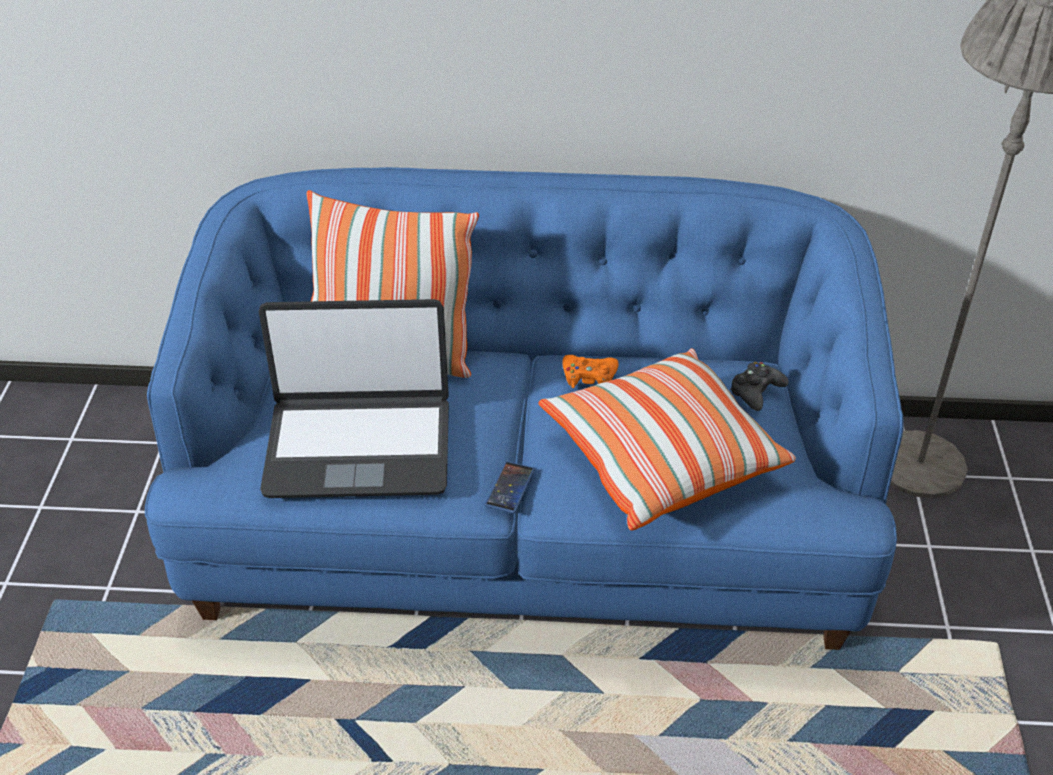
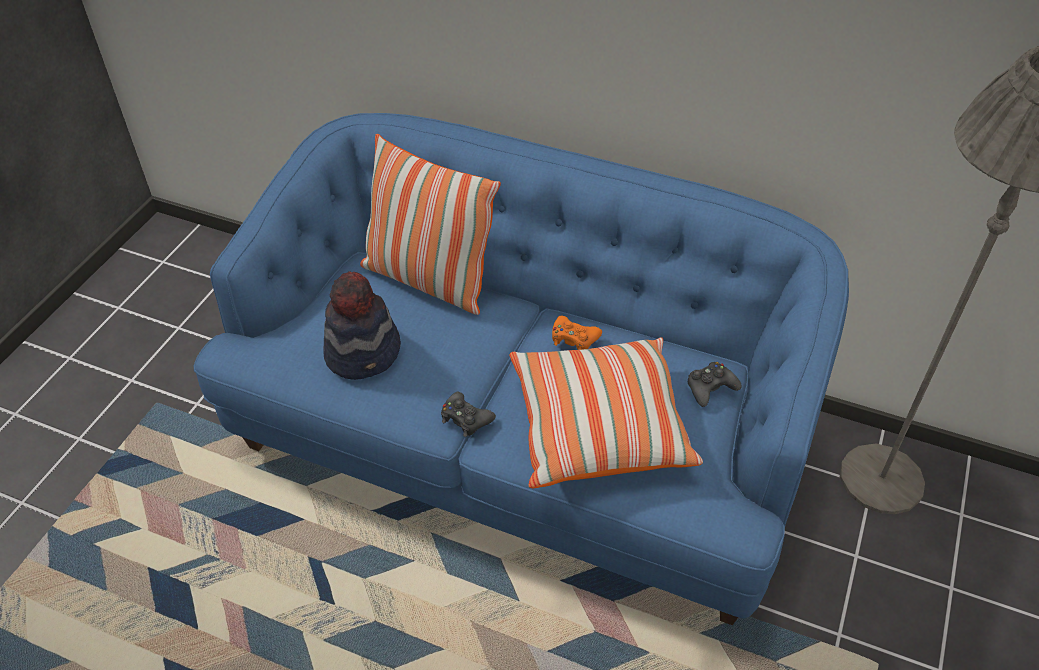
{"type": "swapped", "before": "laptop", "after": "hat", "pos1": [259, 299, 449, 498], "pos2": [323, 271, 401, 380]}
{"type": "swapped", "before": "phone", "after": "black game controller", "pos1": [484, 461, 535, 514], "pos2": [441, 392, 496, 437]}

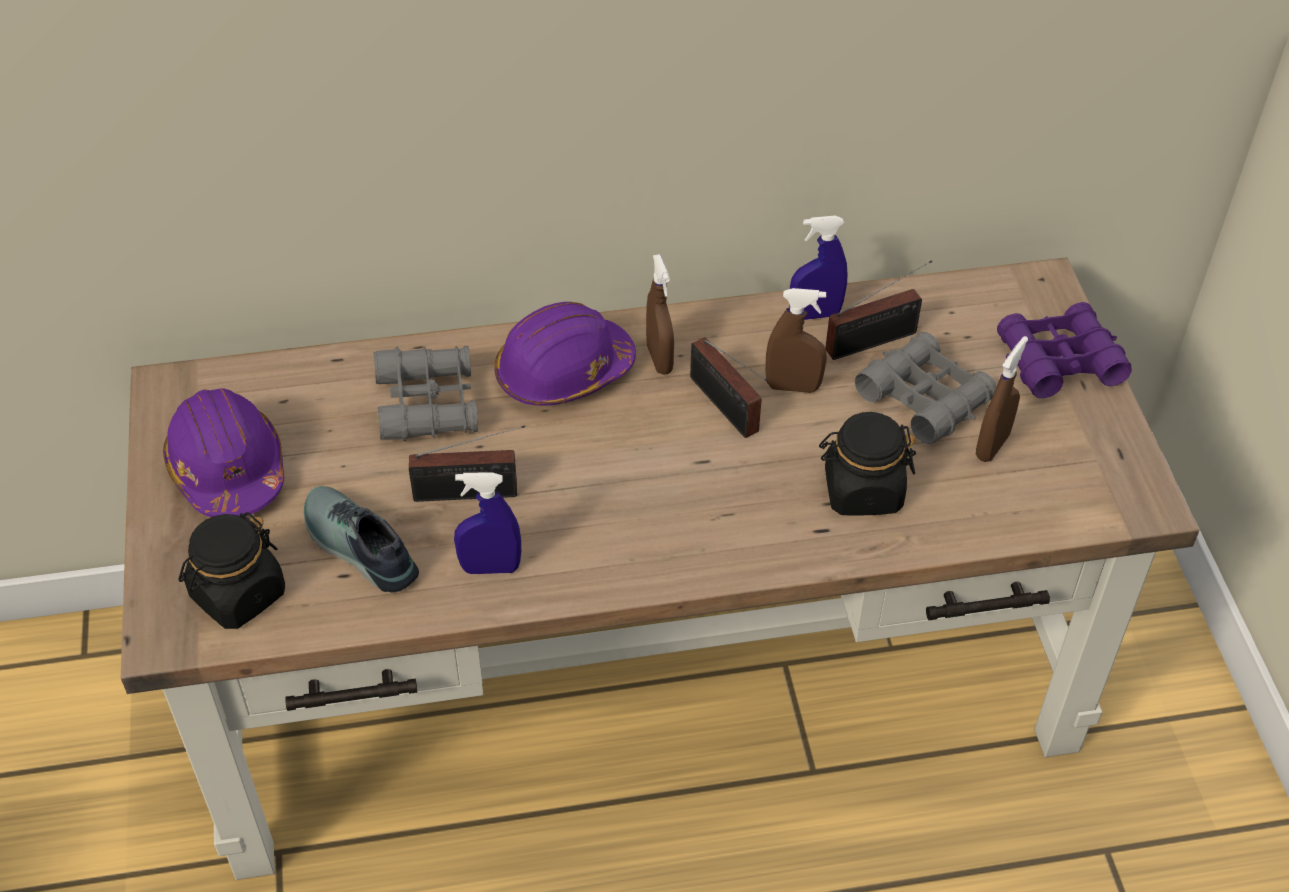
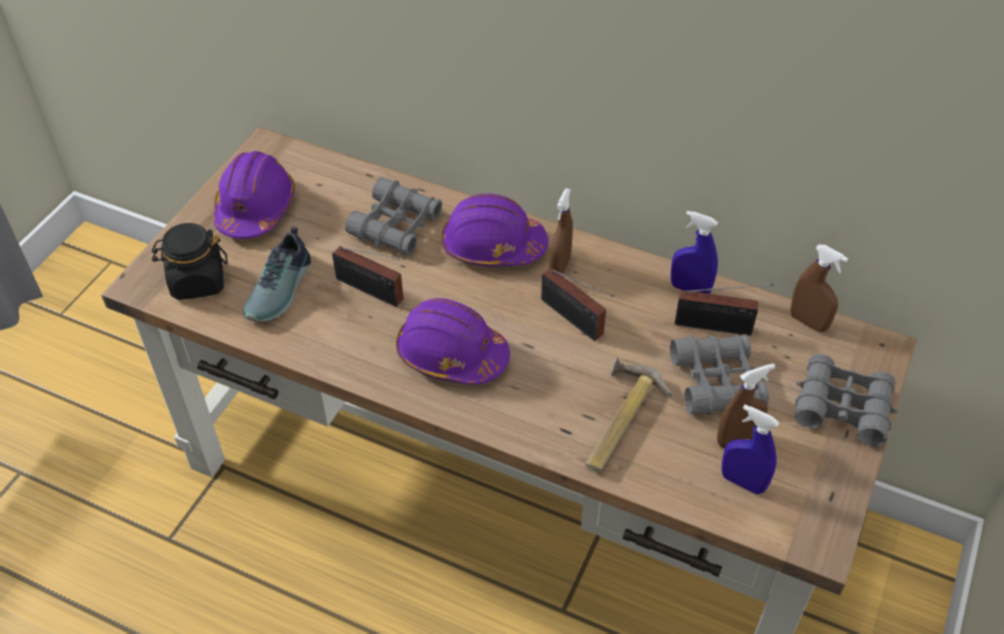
{"type": "new", "after": "purple hard hat", "pos2": [396, 298, 510, 385]}
{"type": "shifted", "before": "blue spray bottle", "pos1": [454, 472, 521, 574], "pos2": [722, 404, 780, 494]}
{"type": "shifted", "before": "brown spray bottle", "pos1": [765, 288, 827, 393], "pos2": [790, 245, 848, 332]}
{"type": "swapped", "before": "black jar", "after": "hammer", "pos1": [819, 412, 916, 516], "pos2": [585, 357, 672, 472]}
{"type": "repainted", "before": "purple binoculars", "after": "grey binoculars", "pos1": [997, 302, 1132, 398], "pos2": [795, 354, 898, 447]}
{"type": "rotated", "before": "shoe", "pos1": [304, 486, 419, 593], "pos2": [243, 226, 311, 322], "turn": -150}
{"type": "rotated", "before": "radio", "pos1": [690, 337, 768, 438], "pos2": [541, 268, 613, 341], "turn": -45}

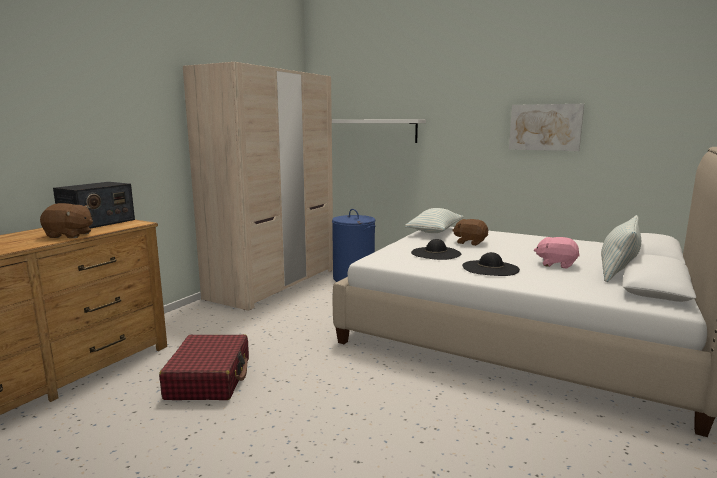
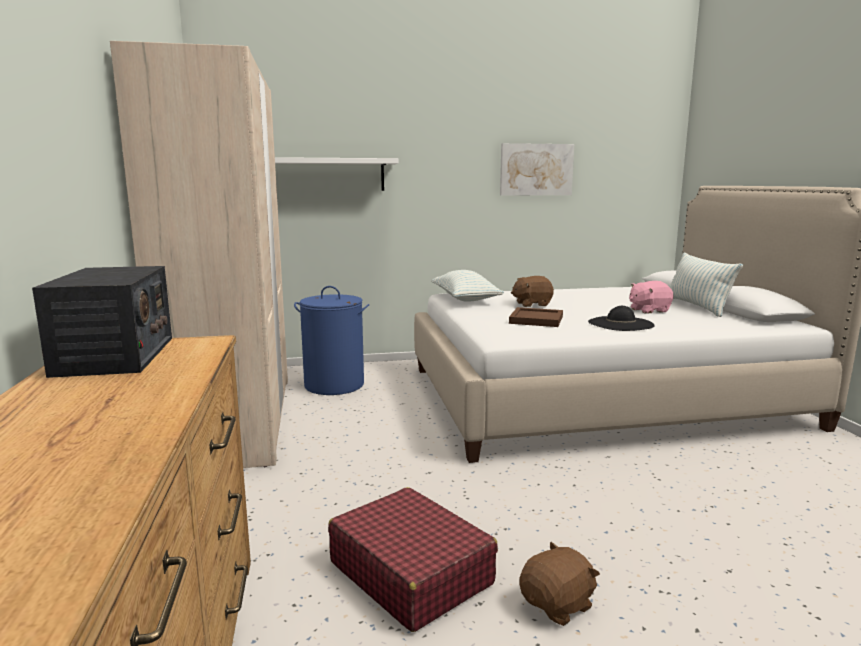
{"type": "shifted", "before": "brown plush toy", "pos1": [40, 203, 93, 238], "pos2": [519, 542, 600, 626]}
{"type": "swapped", "before": "black hat", "after": "brown tray", "pos1": [411, 239, 461, 260], "pos2": [509, 307, 563, 327]}

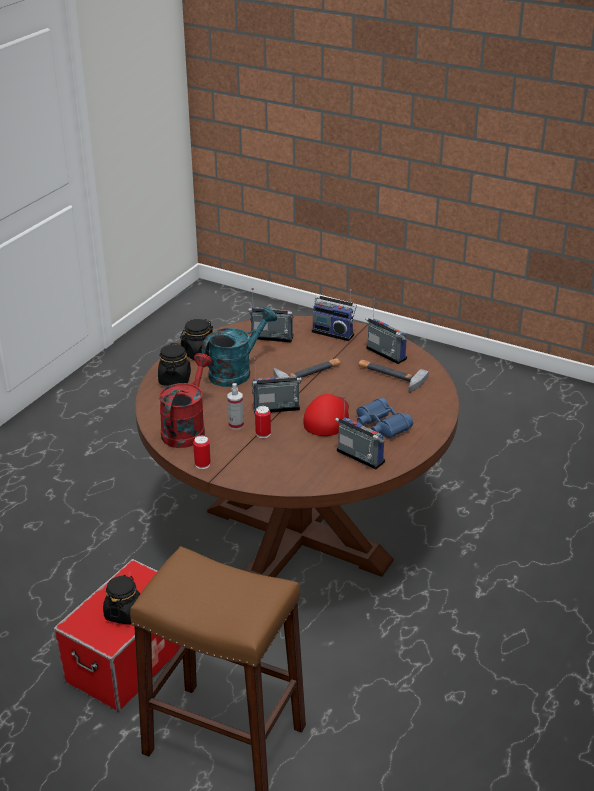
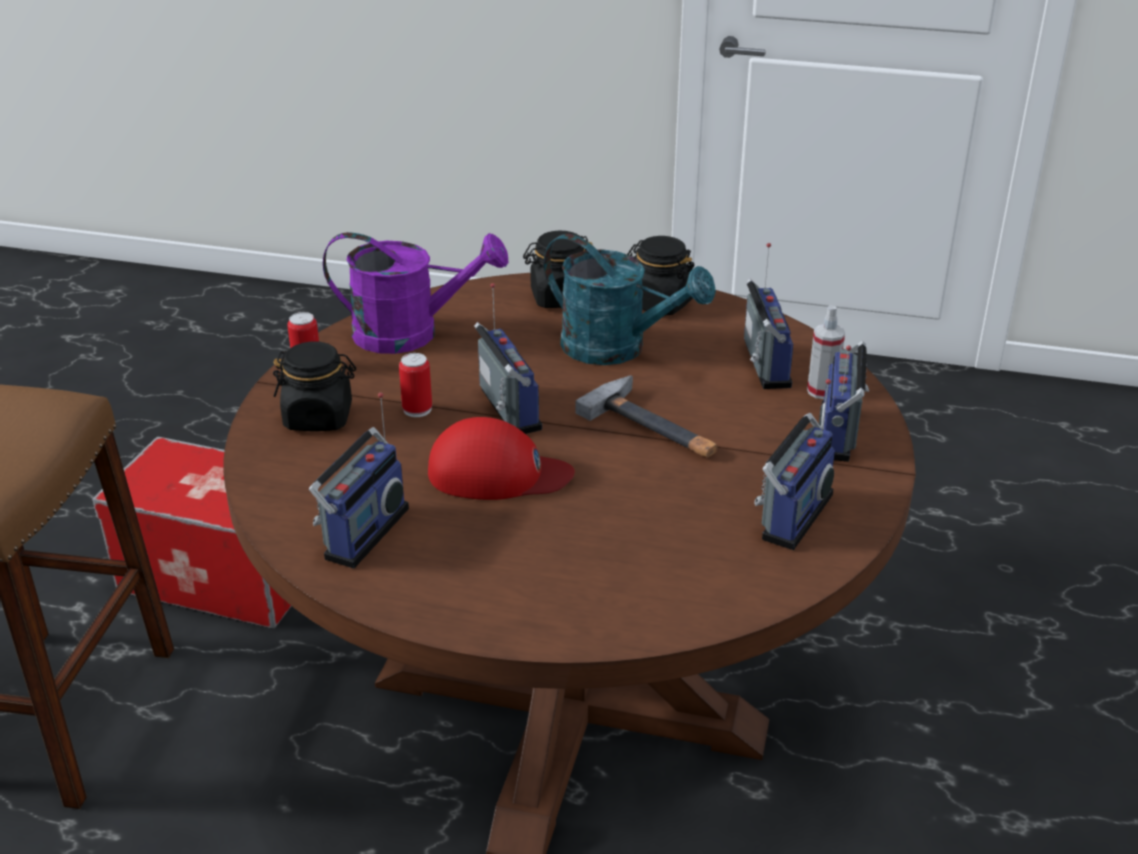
{"type": "gone", "before": "blue binoculars", "pos1": [356, 398, 413, 438]}
{"type": "gone", "before": "hammer", "pos1": [358, 360, 429, 393]}
{"type": "shifted", "before": "black jar", "pos1": [103, 575, 140, 625], "pos2": [273, 342, 356, 431]}
{"type": "shifted", "before": "spray bottle", "pos1": [227, 383, 244, 430], "pos2": [807, 305, 845, 399]}
{"type": "repainted", "before": "red watering can", "after": "purple watering can", "pos1": [159, 353, 212, 448], "pos2": [323, 232, 508, 354]}

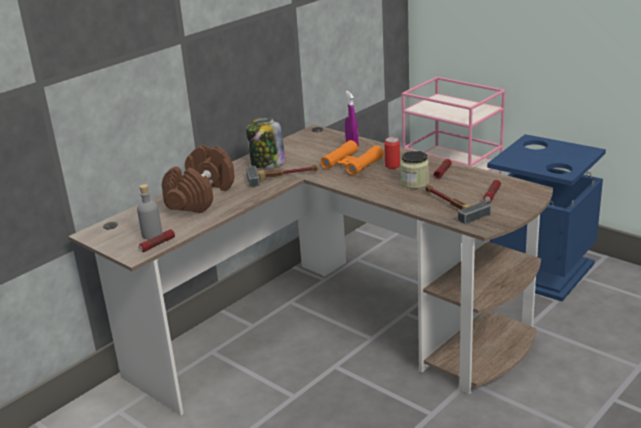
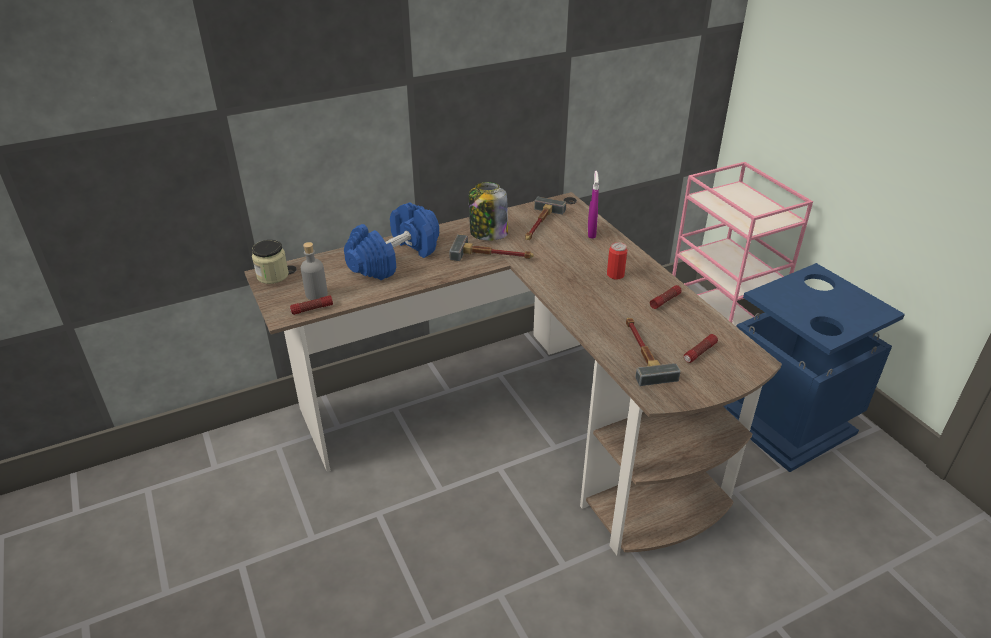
{"type": "gone", "before": "orange binoculars", "pos1": [321, 140, 384, 175]}
{"type": "new", "after": "hammer", "pos2": [525, 197, 566, 240]}
{"type": "shifted", "before": "jar", "pos1": [400, 151, 429, 189], "pos2": [252, 240, 289, 284]}
{"type": "repainted", "before": "brown dumbbell", "after": "blue dumbbell", "pos1": [162, 145, 235, 213], "pos2": [344, 202, 439, 280]}

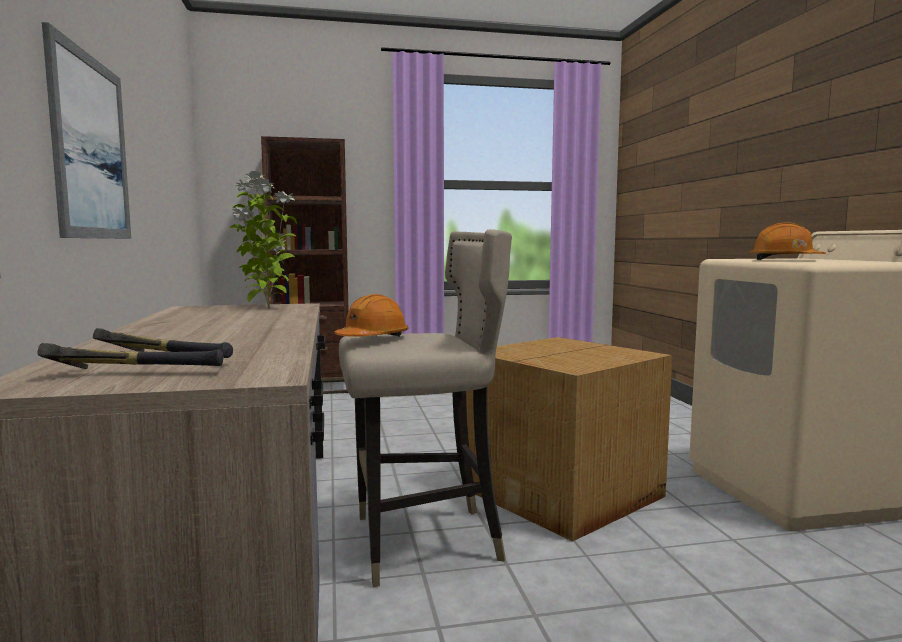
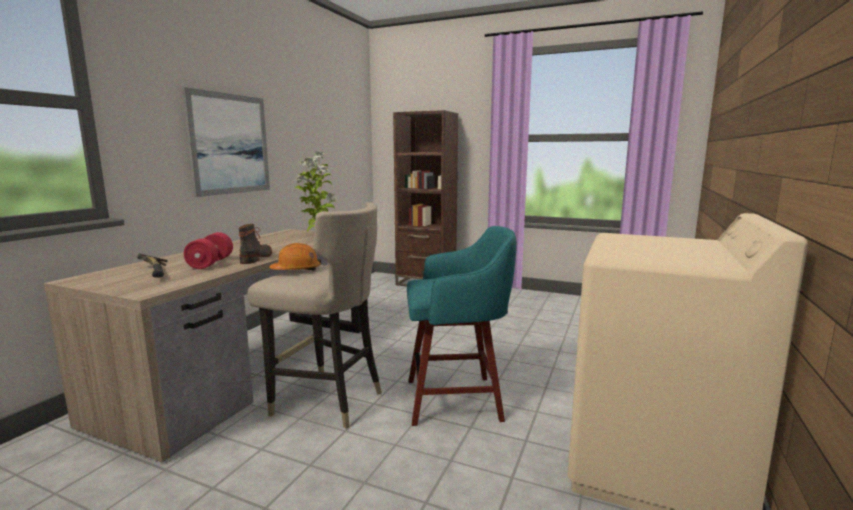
{"type": "gone", "before": "hammer", "pos1": [37, 343, 223, 369]}
{"type": "gone", "before": "orange hard hat", "pos1": [750, 222, 826, 260]}
{"type": "new", "after": "red dumbbell", "pos2": [184, 232, 233, 269]}
{"type": "new", "after": "boot", "pos2": [238, 224, 272, 264]}
{"type": "swapped", "before": "cardboard box", "after": "turquoise stool", "pos1": [466, 337, 673, 542], "pos2": [407, 226, 517, 426]}

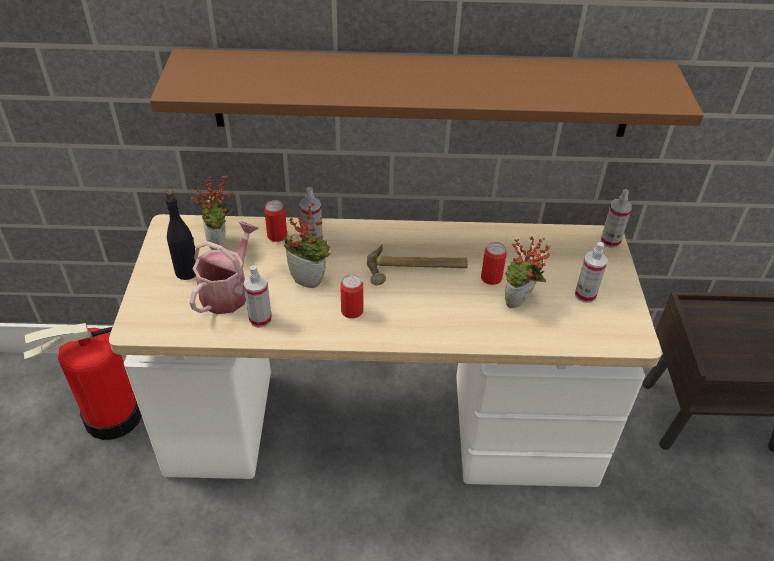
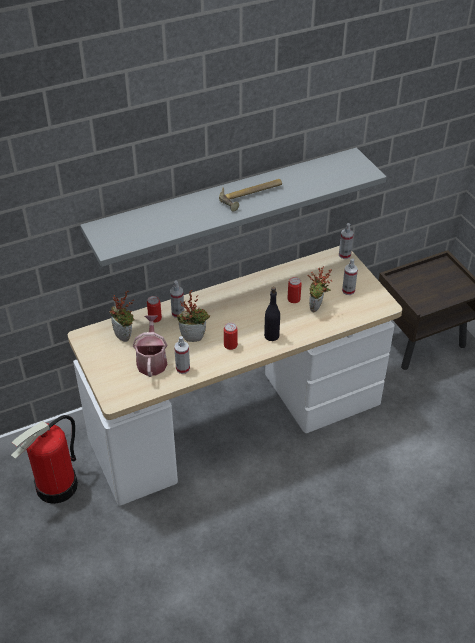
{"type": "shifted", "before": "black bottle", "pos1": [165, 190, 196, 280], "pos2": [264, 287, 280, 341]}
{"type": "shifted", "before": "hammer", "pos1": [367, 244, 468, 285], "pos2": [219, 179, 282, 212]}
{"type": "repainted", "before": "brown shelf", "after": "grey shelf", "pos1": [150, 49, 704, 137], "pos2": [80, 147, 386, 267]}

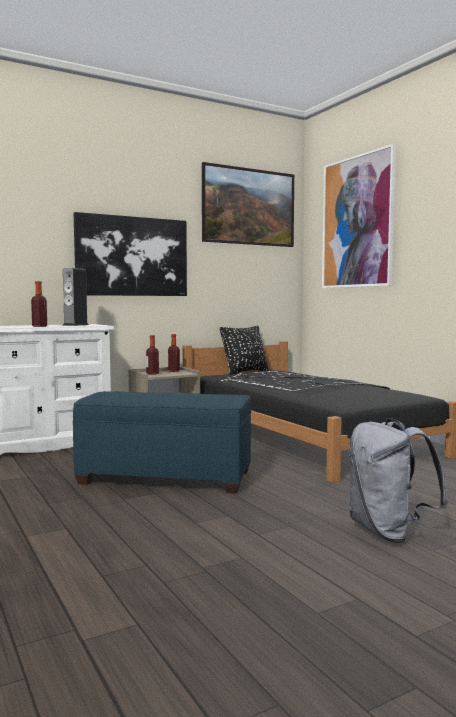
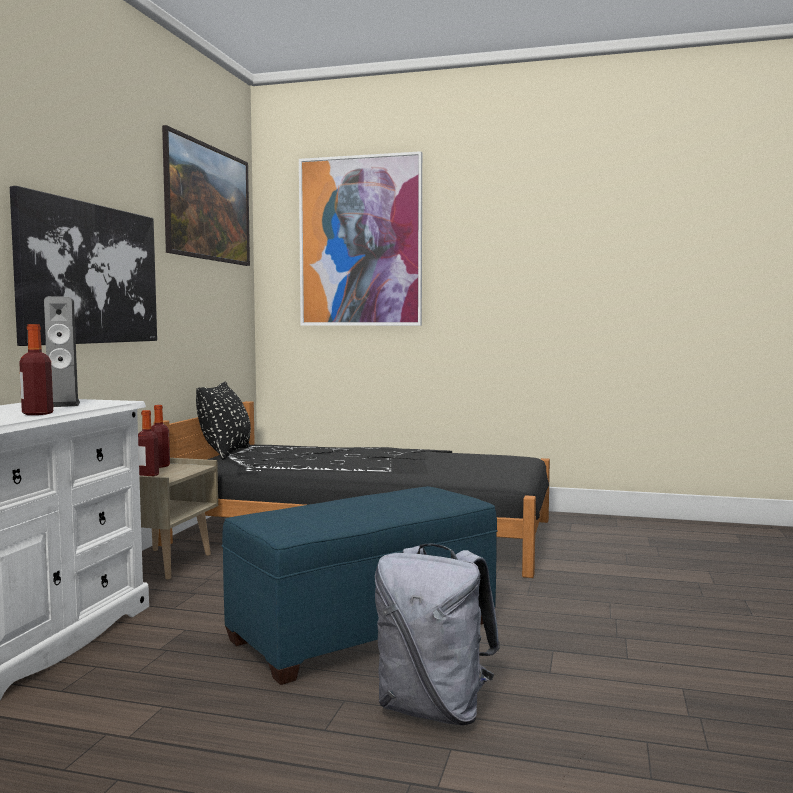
{"type": "shifted", "before": "grey backpack", "pos1": [349, 418, 448, 543], "pos2": [375, 543, 500, 725]}

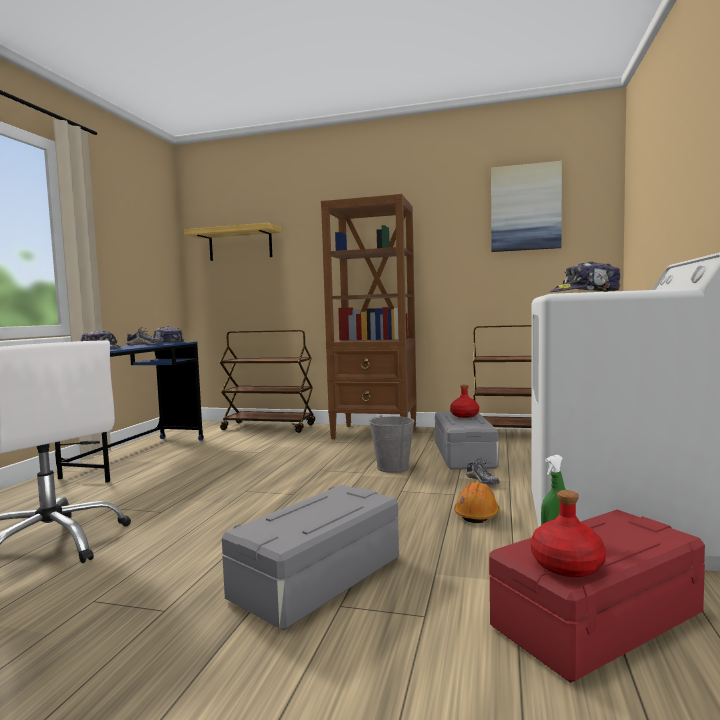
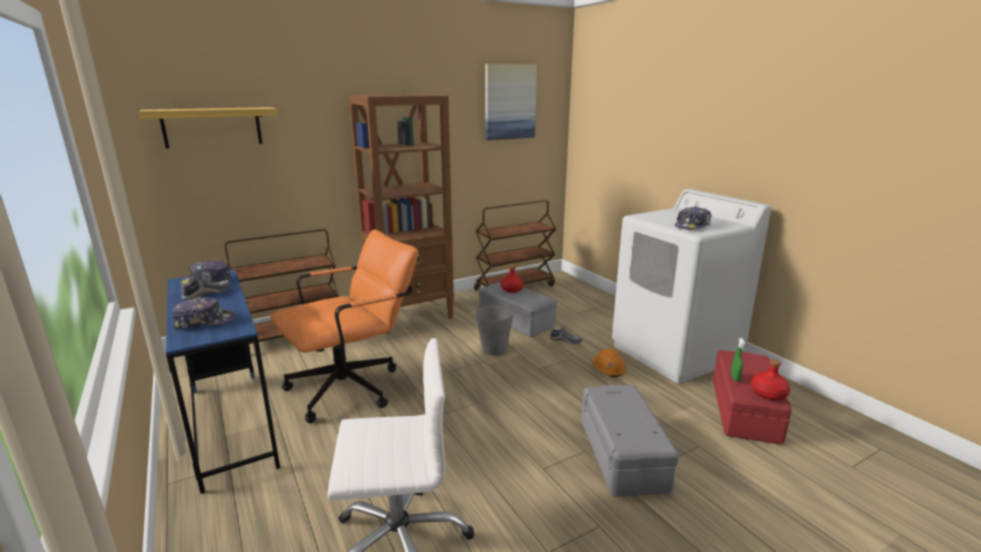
{"type": "new", "after": "orange office chair", "pos2": [270, 229, 418, 423]}

